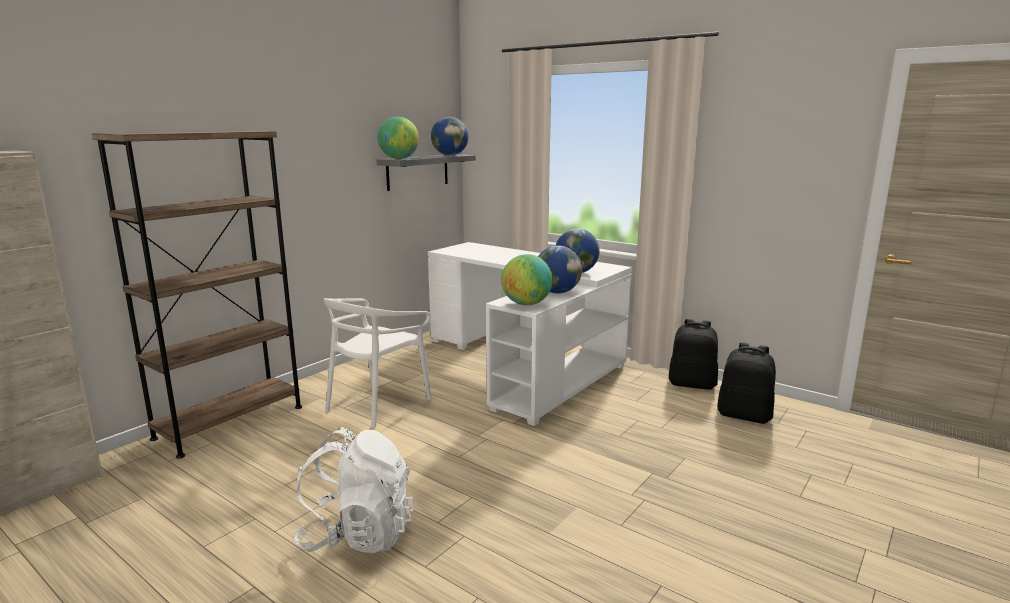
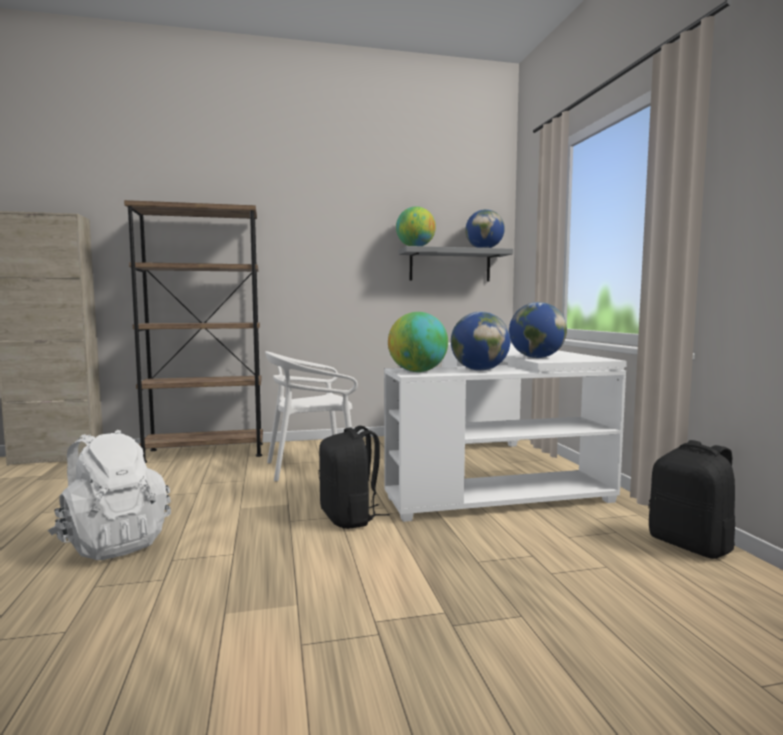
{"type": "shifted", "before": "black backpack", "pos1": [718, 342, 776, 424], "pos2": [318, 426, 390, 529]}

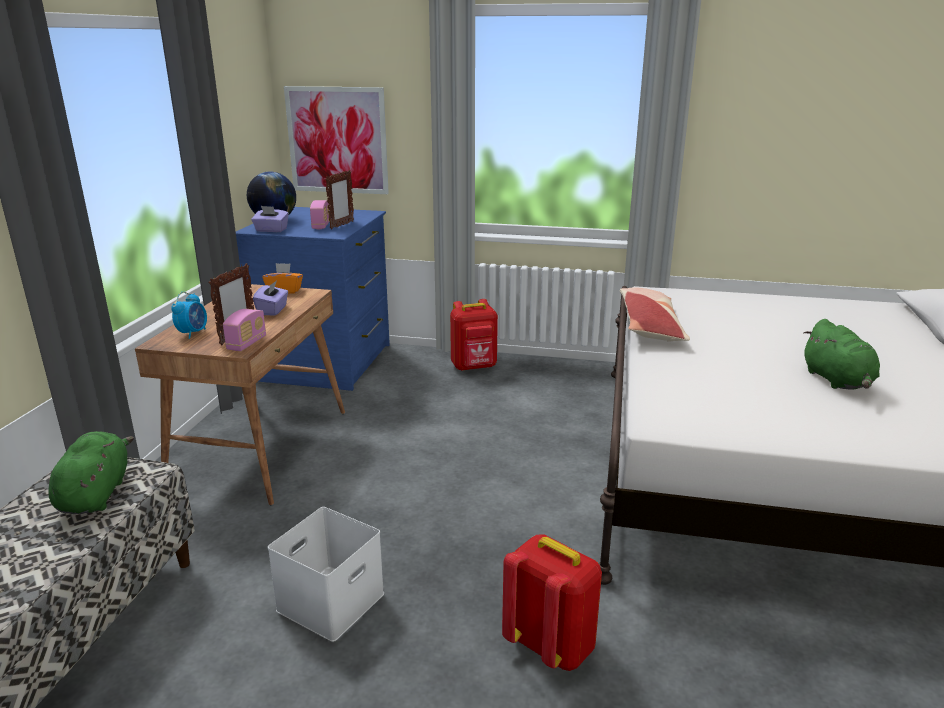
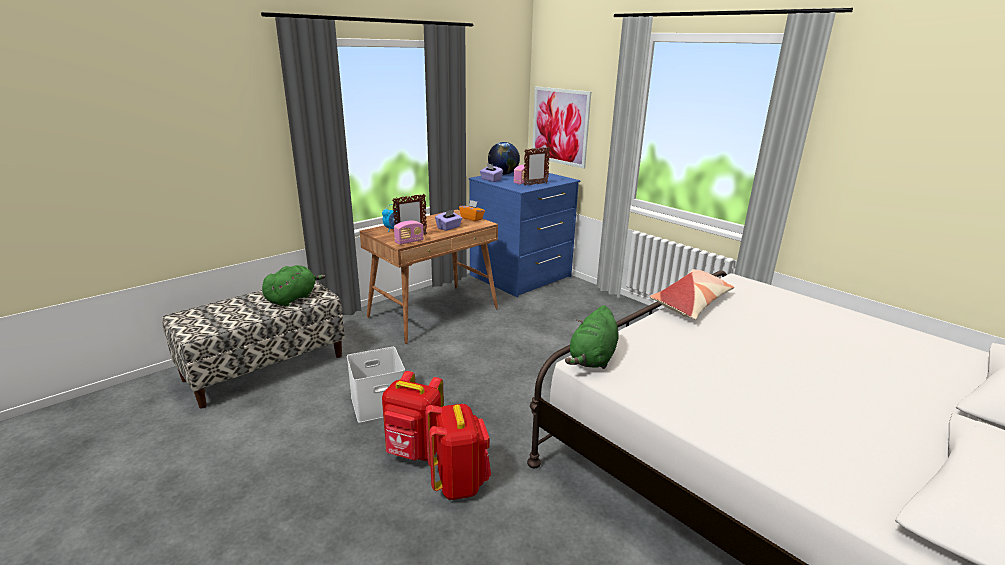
{"type": "shifted", "before": "red backpack", "pos1": [450, 299, 498, 371], "pos2": [382, 371, 444, 461]}
{"type": "shifted", "before": "green plush toy", "pos1": [803, 319, 880, 389], "pos2": [565, 305, 619, 369]}

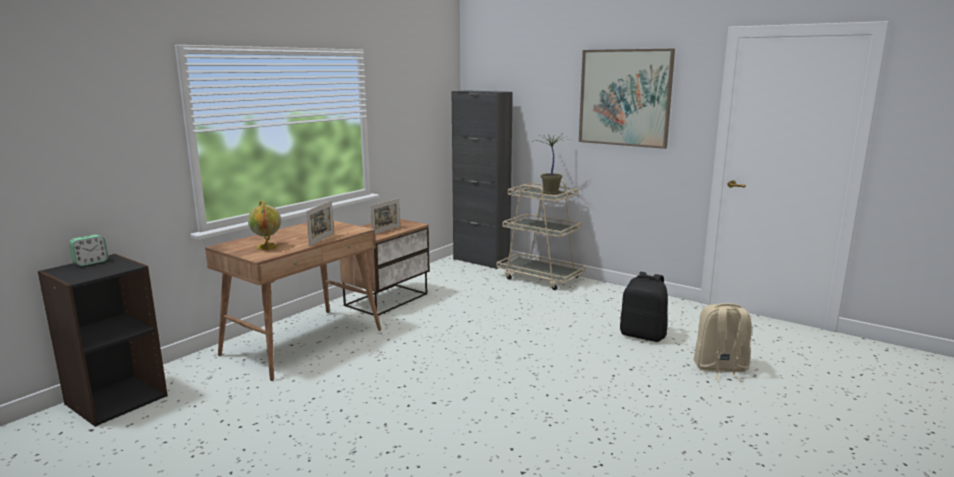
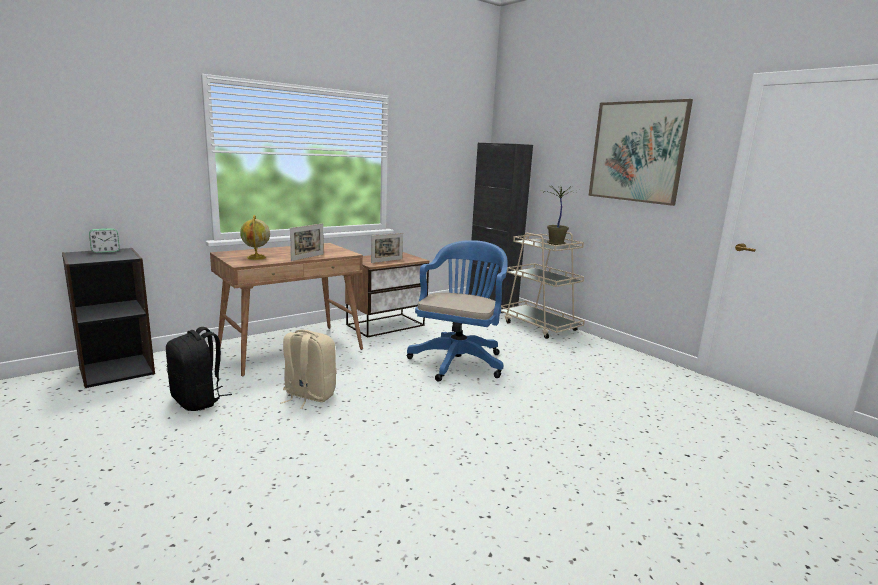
{"type": "new", "after": "blue office chair", "pos2": [407, 240, 508, 382]}
{"type": "shifted", "before": "black backpack", "pos1": [620, 272, 668, 342], "pos2": [166, 327, 232, 411]}
{"type": "shifted", "before": "beige backpack", "pos1": [694, 303, 752, 381], "pos2": [281, 330, 337, 409]}

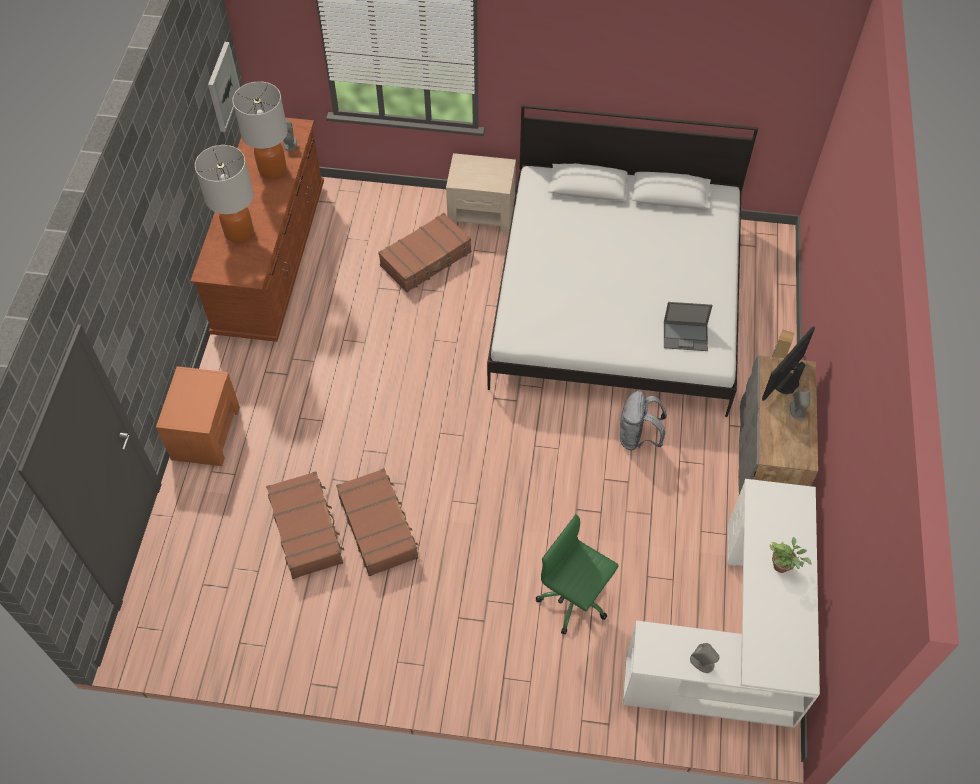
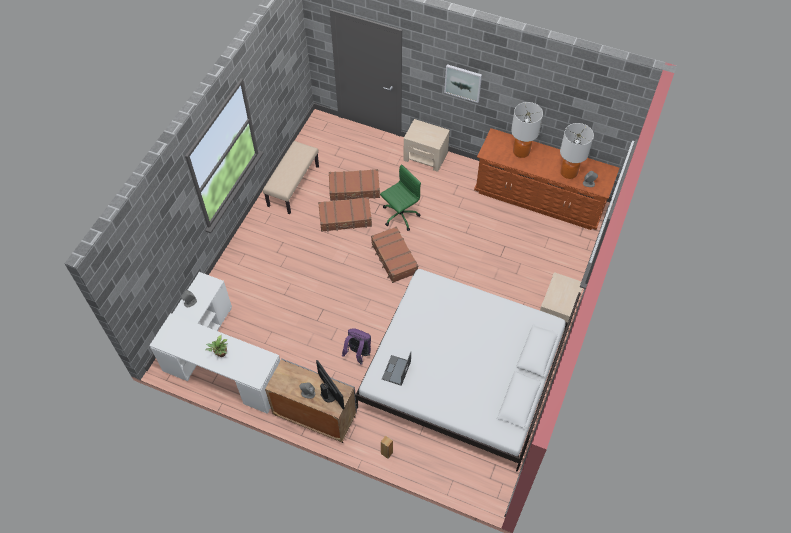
{"type": "new", "after": "beige bench", "pos2": [263, 141, 319, 214]}
{"type": "shifted", "before": "picture", "pos1": [208, 42, 240, 132], "pos2": [444, 64, 482, 103]}
{"type": "shifted", "before": "brown suitcase", "pos1": [378, 213, 471, 292], "pos2": [371, 226, 418, 283]}
{"type": "shifted", "before": "green office chair", "pos1": [536, 514, 619, 635], "pos2": [380, 164, 421, 231]}
{"type": "repainted", "before": "orange nightstand", "after": "beige nightstand", "pos1": [156, 366, 240, 466], "pos2": [403, 119, 450, 172]}
{"type": "repainted", "before": "grey backpack", "after": "purple backpack", "pos1": [620, 391, 667, 451], "pos2": [342, 328, 371, 365]}

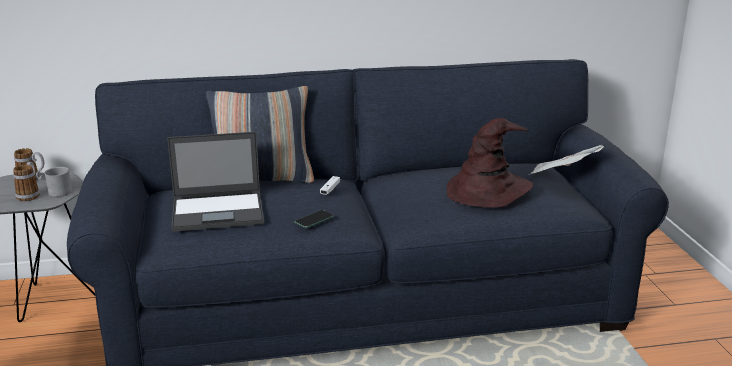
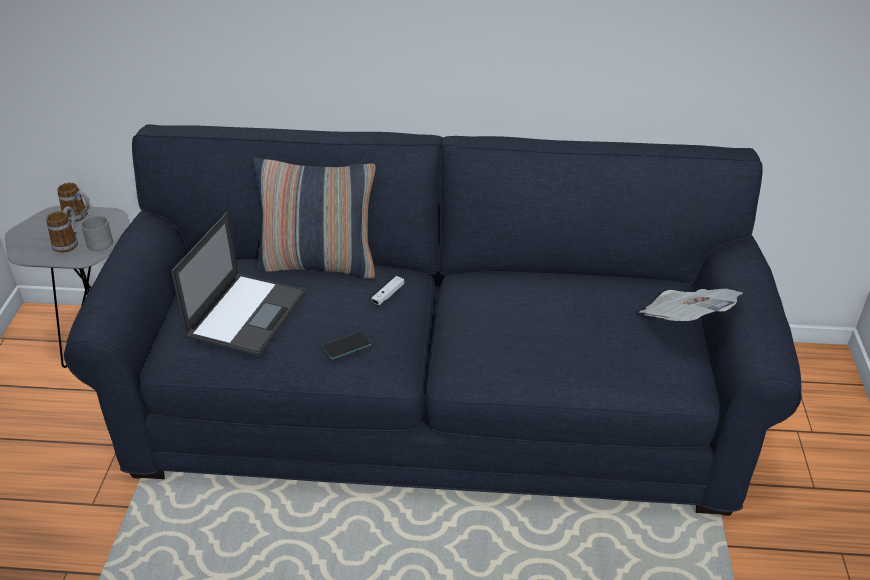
{"type": "gone", "before": "brown hat", "pos1": [447, 118, 533, 207]}
{"type": "rotated", "before": "laptop", "pos1": [167, 132, 264, 232], "pos2": [171, 212, 306, 356], "turn": -75}

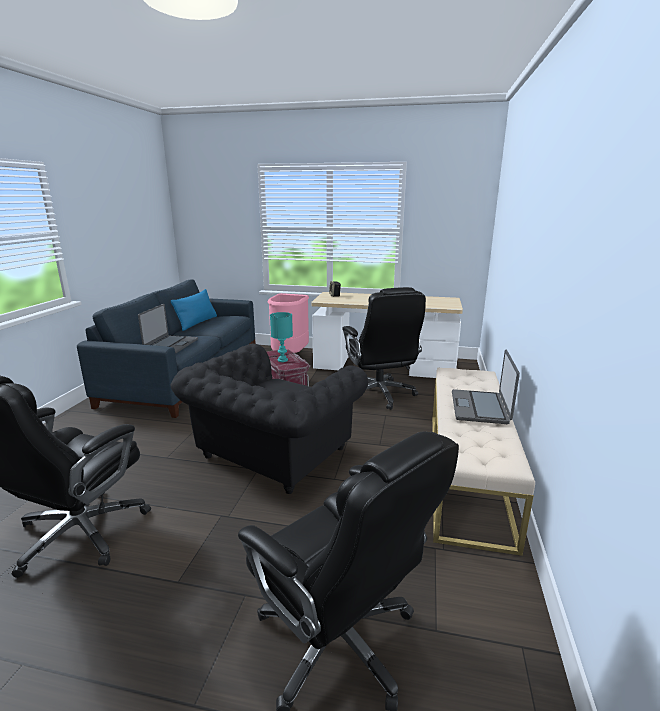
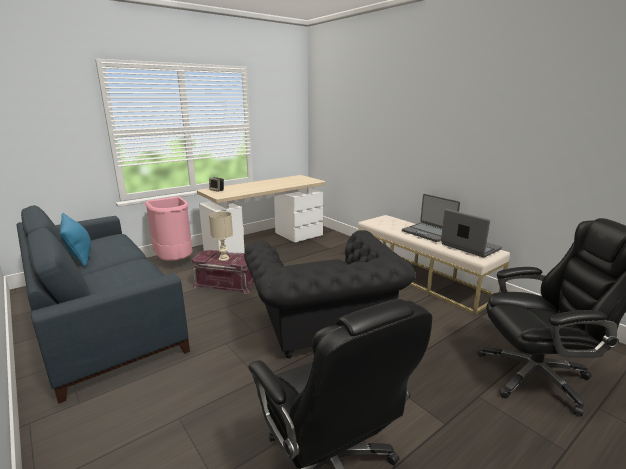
{"type": "gone", "before": "black office chair", "pos1": [342, 287, 426, 410]}
{"type": "shifted", "before": "laptop", "pos1": [138, 304, 198, 353], "pos2": [441, 209, 502, 257]}
{"type": "repainted", "before": "turquoise table lamp", "after": "beige table lamp", "pos1": [270, 312, 293, 362], "pos2": [209, 211, 233, 261]}

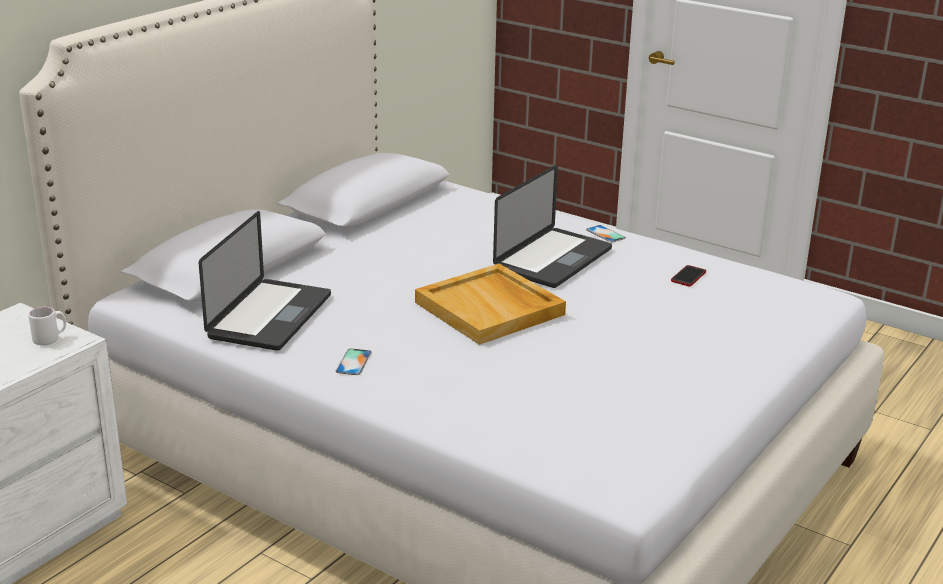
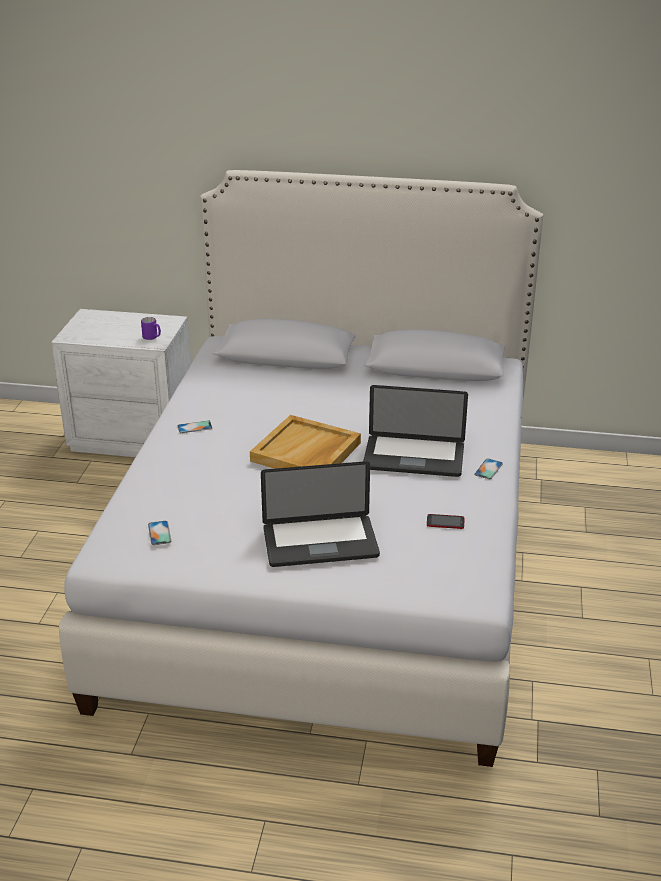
{"type": "new", "after": "phone", "pos2": [148, 521, 171, 545]}
{"type": "shifted", "before": "laptop", "pos1": [199, 211, 331, 351], "pos2": [261, 461, 380, 567]}
{"type": "repainted", "before": "white mug", "after": "purple mug", "pos1": [28, 307, 66, 345], "pos2": [141, 317, 161, 340]}

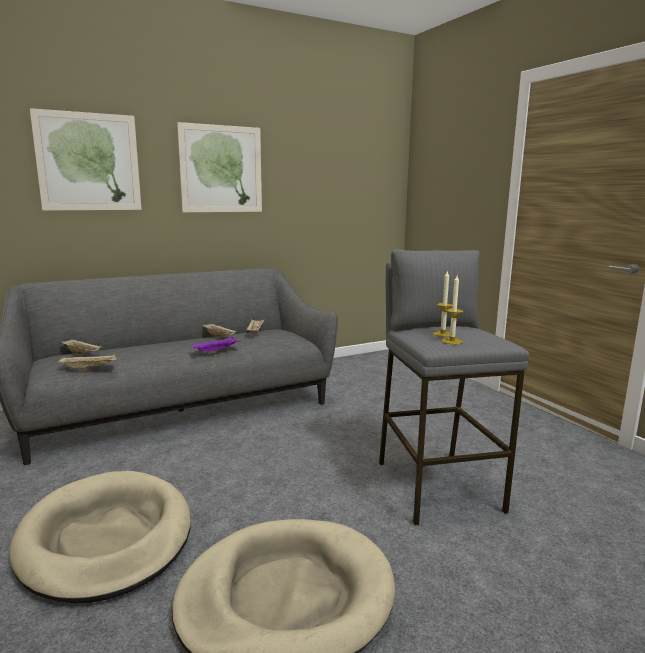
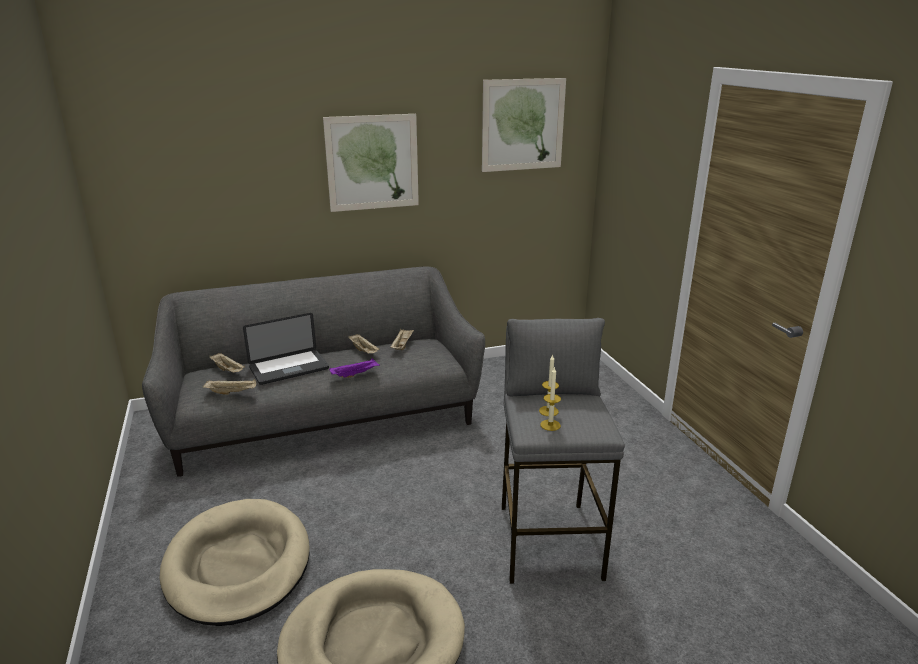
{"type": "new", "after": "laptop", "pos2": [243, 313, 329, 385]}
{"type": "shifted", "before": "picture", "pos1": [30, 108, 142, 211], "pos2": [482, 78, 566, 172]}

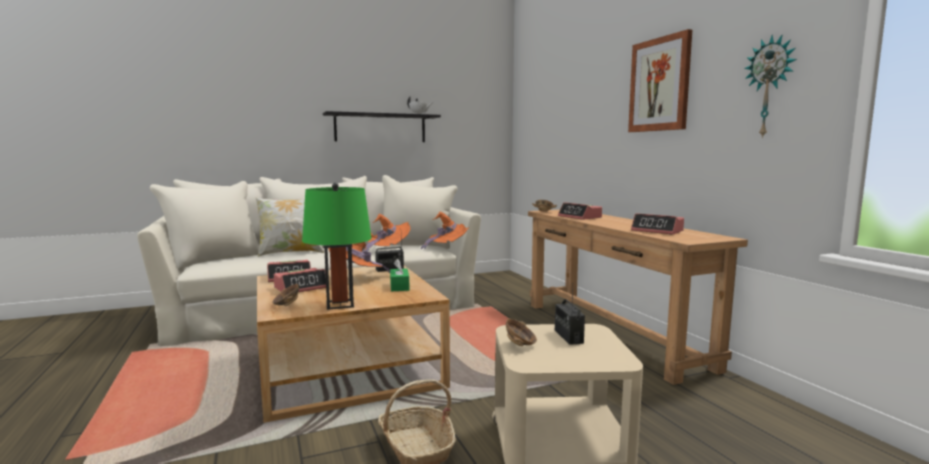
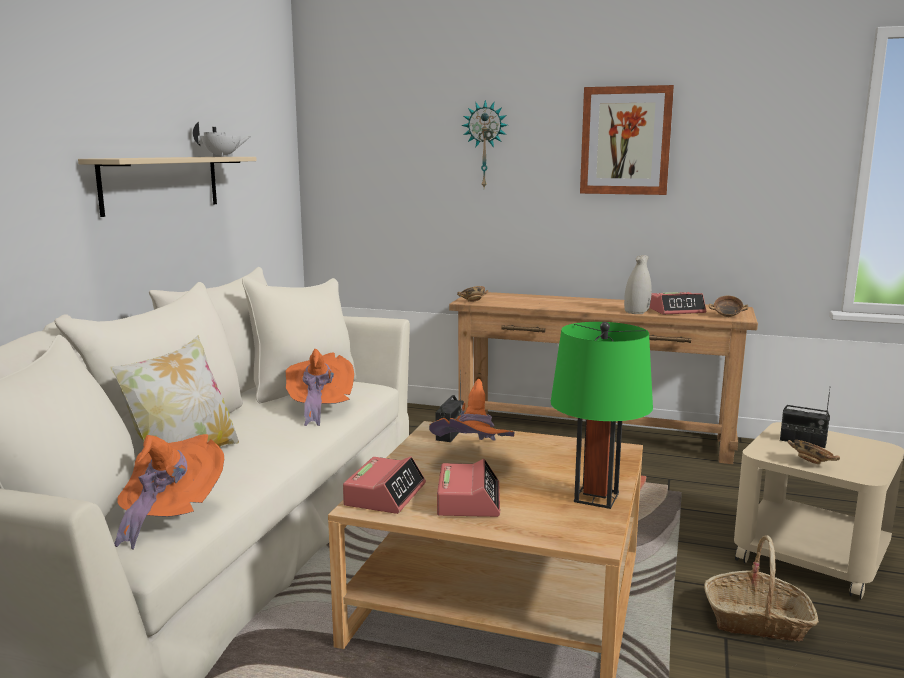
{"type": "gone", "before": "green tissue box", "pos1": [390, 259, 409, 291]}
{"type": "gone", "before": "alarm clock", "pos1": [558, 202, 602, 220]}
{"type": "new", "after": "white vase", "pos2": [624, 255, 652, 314]}
{"type": "shifted", "before": "bowl", "pos1": [272, 284, 299, 306], "pos2": [709, 296, 749, 317]}
{"type": "shifted", "before": "orange hat", "pos1": [421, 212, 469, 250], "pos2": [114, 434, 224, 550]}
{"type": "shifted", "before": "wall clock", "pos1": [744, 34, 797, 139], "pos2": [462, 100, 507, 188]}
{"type": "repainted", "before": "black shelf", "after": "beige shelf", "pos1": [323, 111, 441, 142], "pos2": [78, 157, 257, 217]}

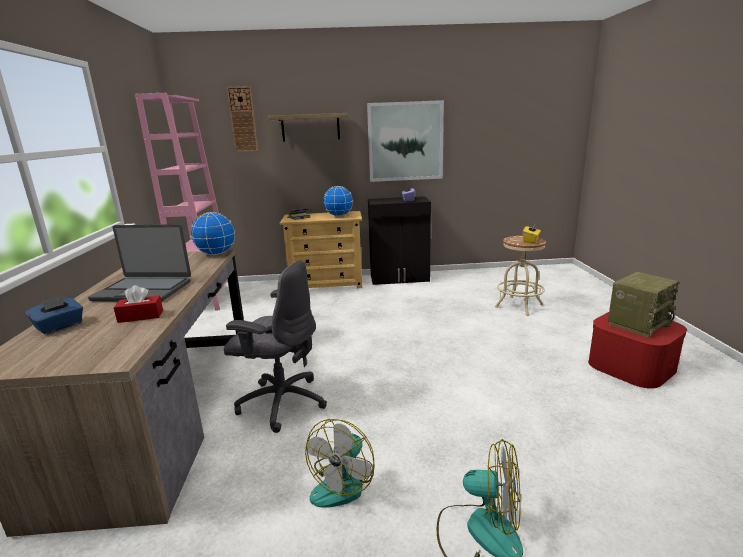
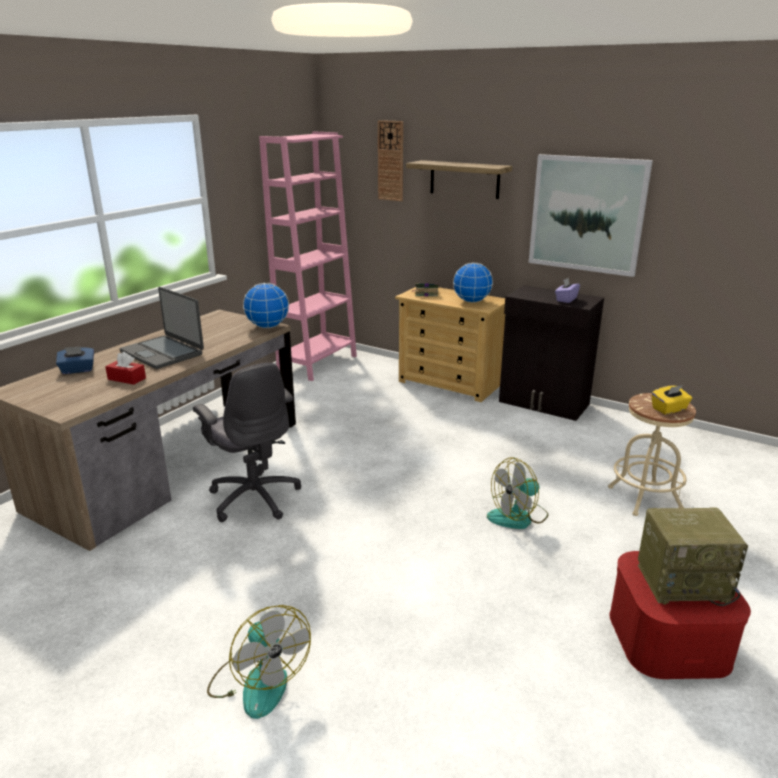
{"type": "shifted", "before": "fan", "pos1": [305, 419, 375, 508], "pos2": [487, 457, 548, 529]}

